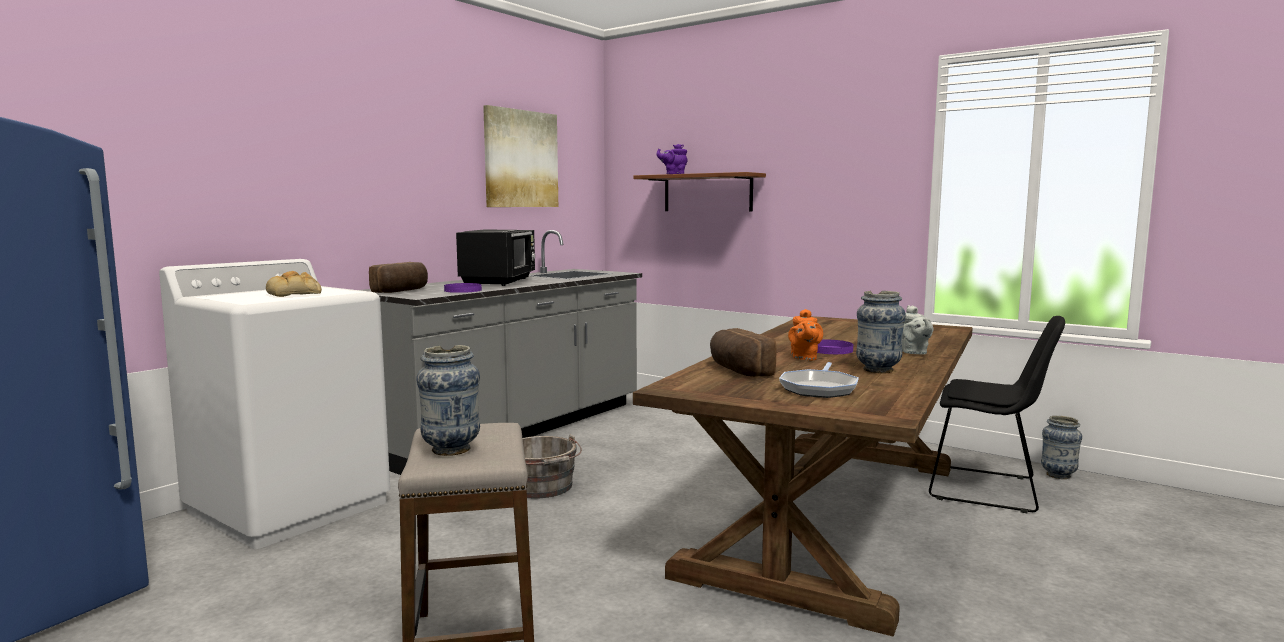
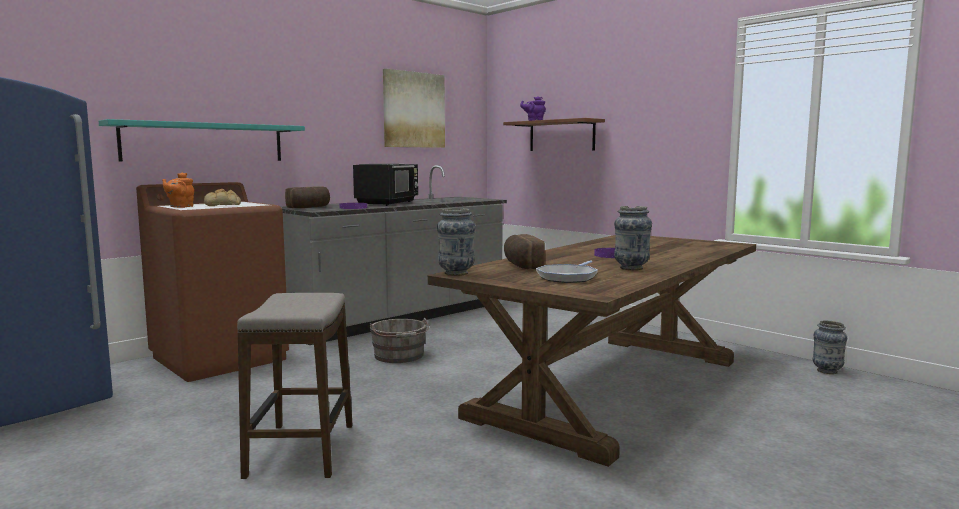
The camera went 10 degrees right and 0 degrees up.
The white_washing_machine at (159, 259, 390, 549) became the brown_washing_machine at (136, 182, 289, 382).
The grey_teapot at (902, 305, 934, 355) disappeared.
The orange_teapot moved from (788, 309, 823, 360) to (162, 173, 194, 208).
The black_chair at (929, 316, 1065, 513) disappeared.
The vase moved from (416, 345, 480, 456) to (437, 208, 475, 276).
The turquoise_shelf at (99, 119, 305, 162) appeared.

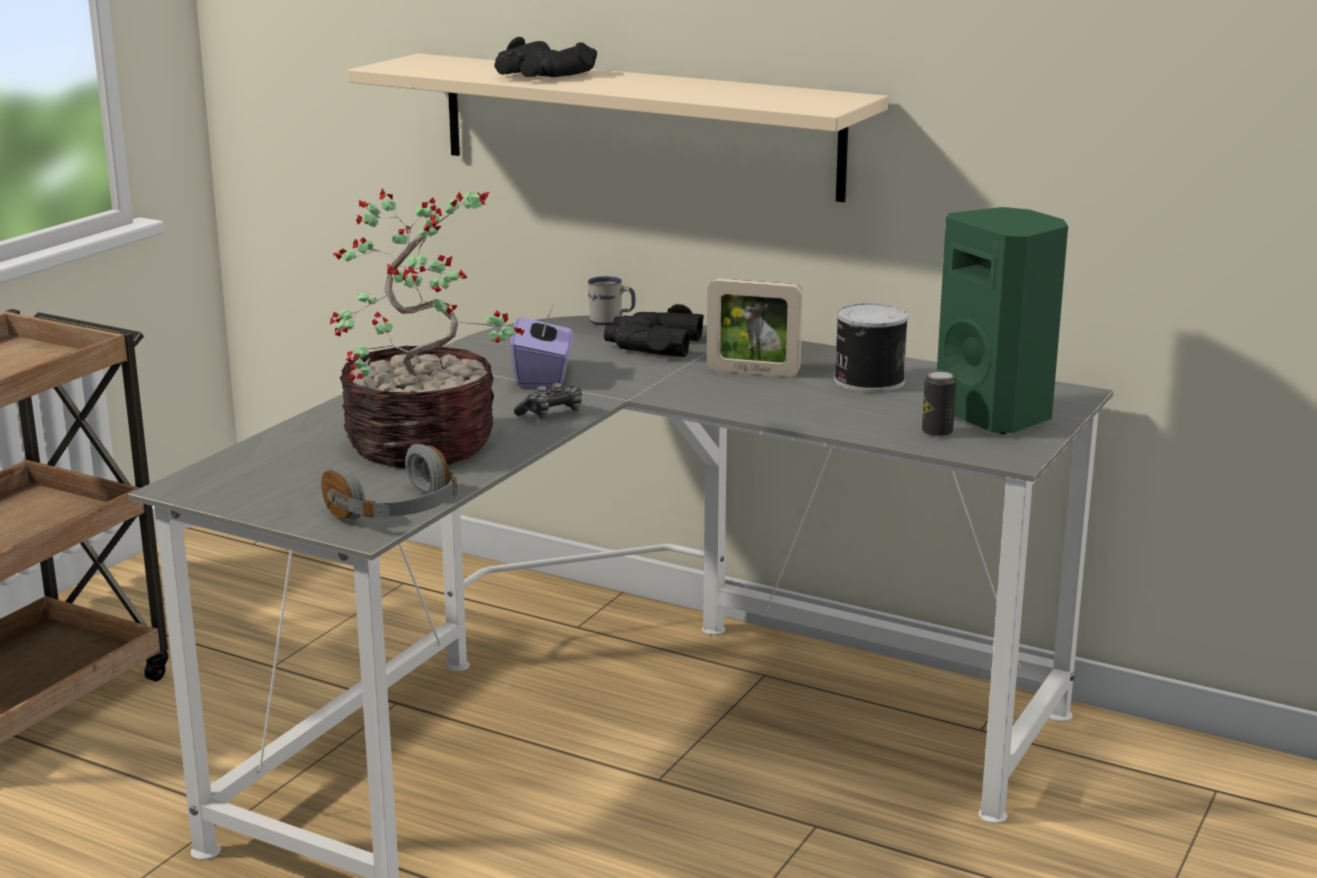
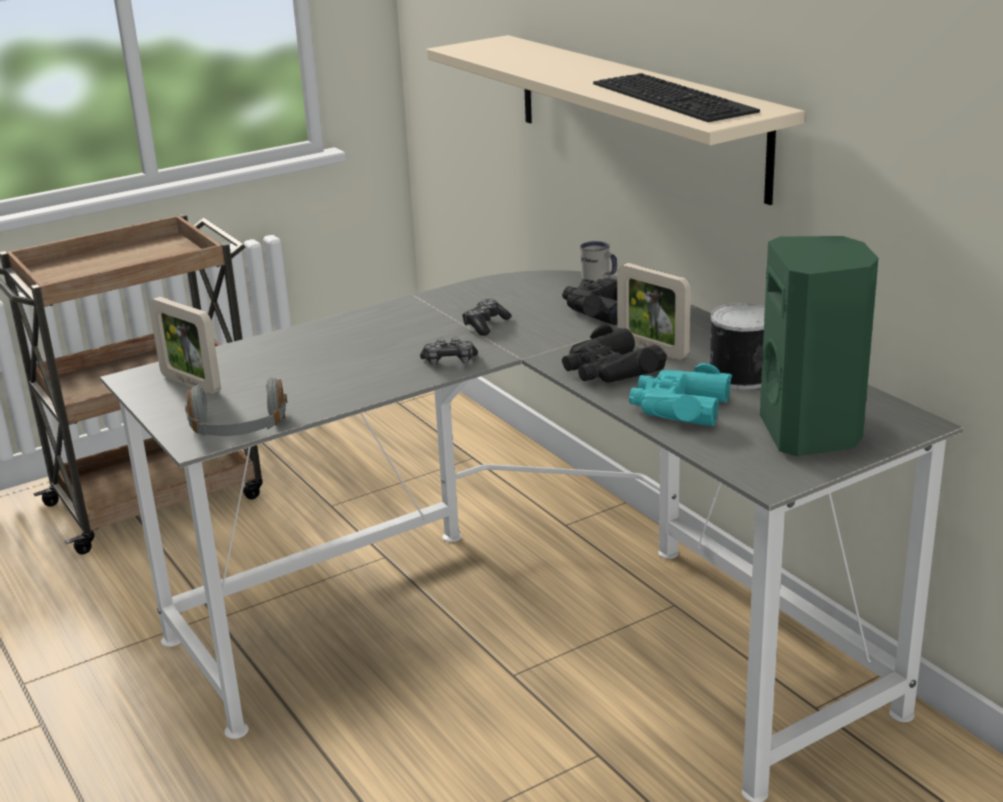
The camera went 30 degrees right and 5 degrees up.
The black_binoculars moved from (494, 37, 597, 77) to (562, 325, 667, 383).
The potted_plant at (330, 188, 525, 468) disappeared.
The purple_tissue_box at (510, 305, 573, 387) was replaced by the game_controller at (462, 299, 512, 336).
The can at (922, 371, 956, 437) disappeared.
The keyboard at (593, 73, 760, 122) appeared.
The picture_frame at (149, 297, 221, 394) appeared.
The turquoise_binoculars at (629, 363, 732, 426) appeared.

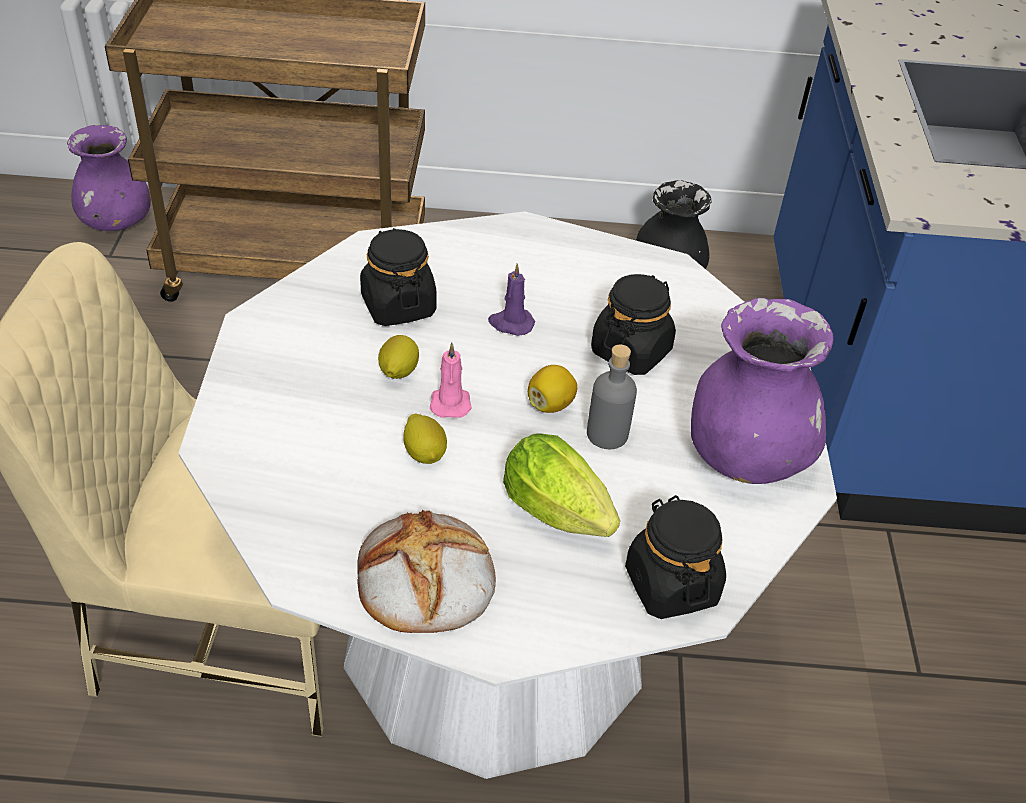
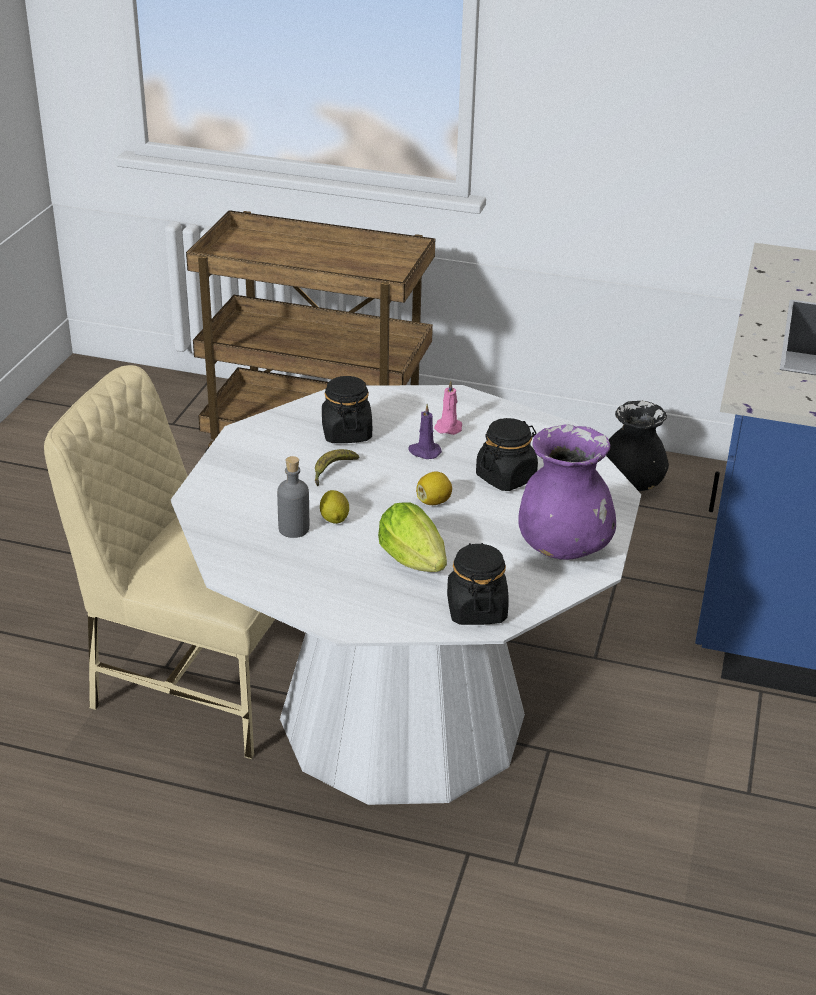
The camera went 15 degrees right and 10 degrees down.
The purple_vase at (67, 125, 151, 231) disappeared.
The lemon at (378, 335, 419, 379) was replaced by the banana at (315, 449, 359, 486).
The pink_candle moved from (429, 343, 472, 418) to (434, 380, 462, 435).
The grey_bottle moved from (587, 345, 637, 449) to (277, 456, 309, 538).
The bread at (357, 510, 496, 633) disappeared.

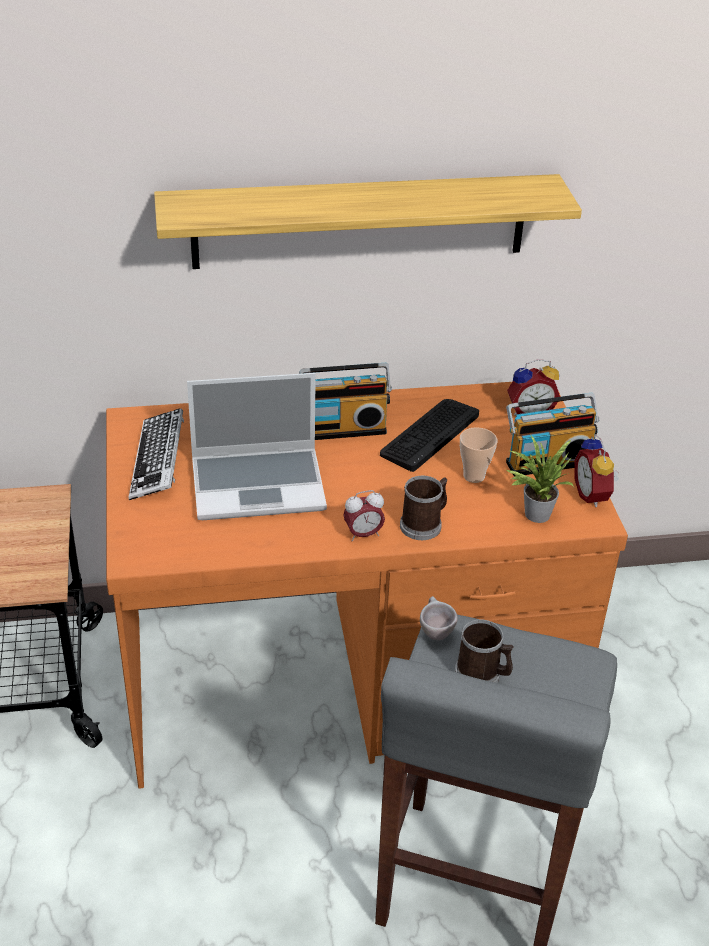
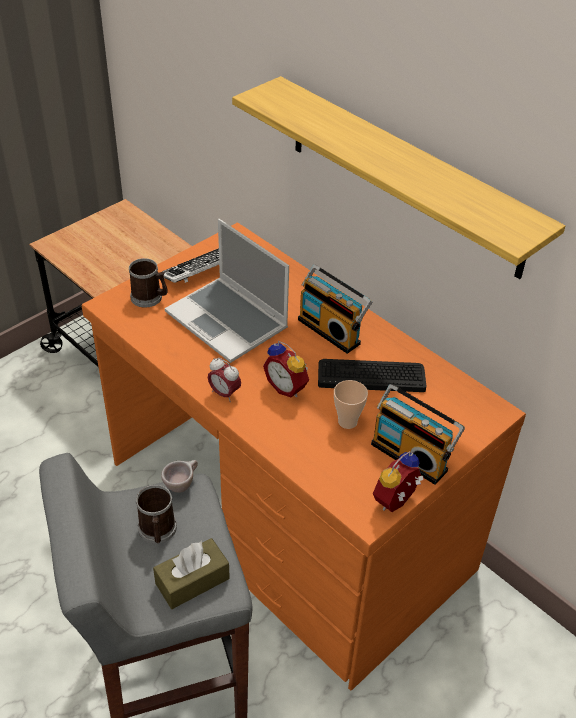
The camera went 55 degrees right and 5 degrees up.
The alarm_clock moved from (507, 359, 560, 416) to (263, 341, 309, 397).
The potted_plant at (507, 436, 574, 523) disappeared.
The mug moved from (400, 476, 447, 540) to (129, 258, 168, 308).
The brown_tissue_box at (153, 538, 230, 609) appeared.

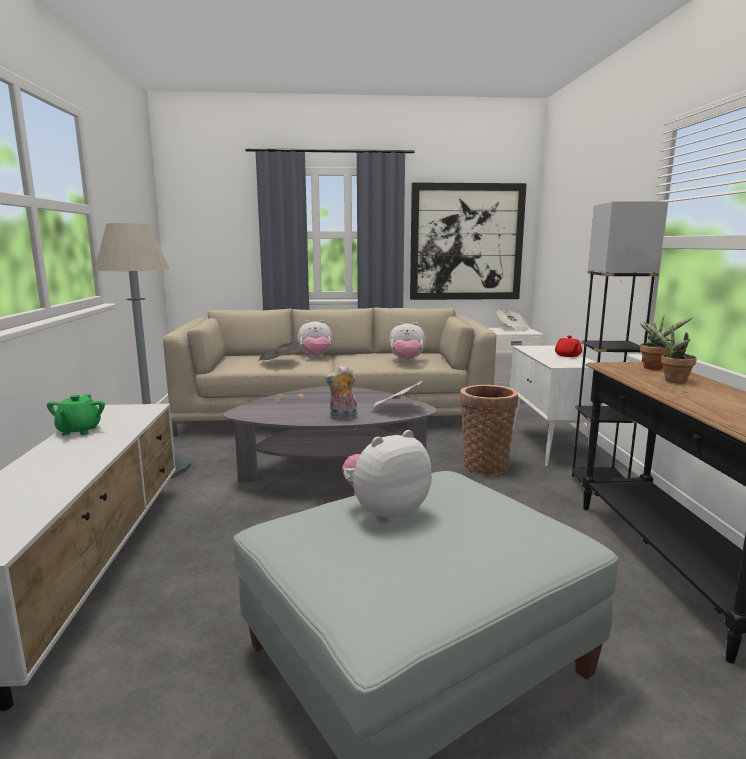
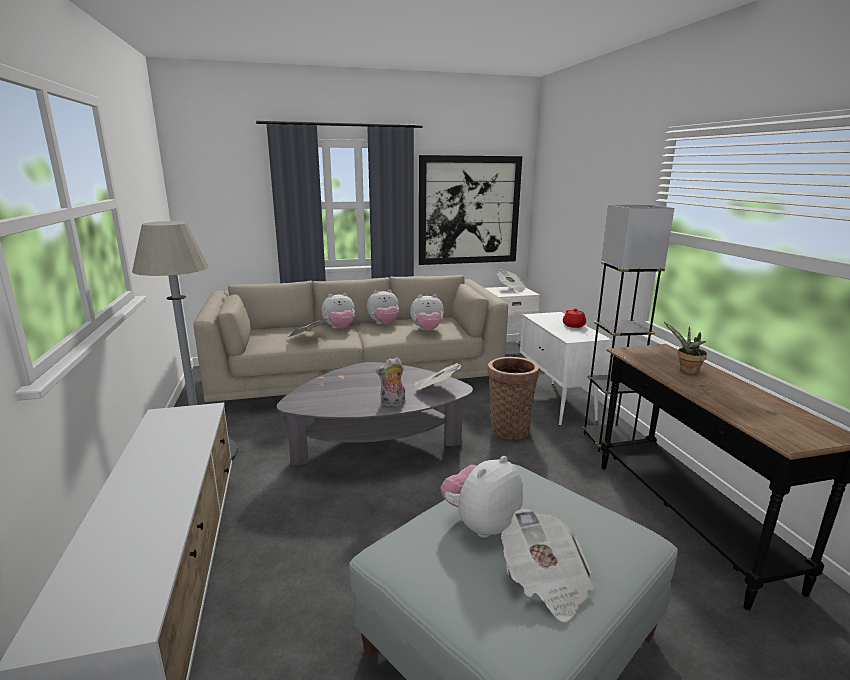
The camera went 10 degrees left and 5 degrees up.
The potted_plant at (640, 316, 693, 370) disappeared.
The green_teapot at (47, 394, 105, 435) disappeared.
The plush_toy at (367, 289, 399, 324) appeared.
The newspaper at (501, 508, 595, 622) appeared.

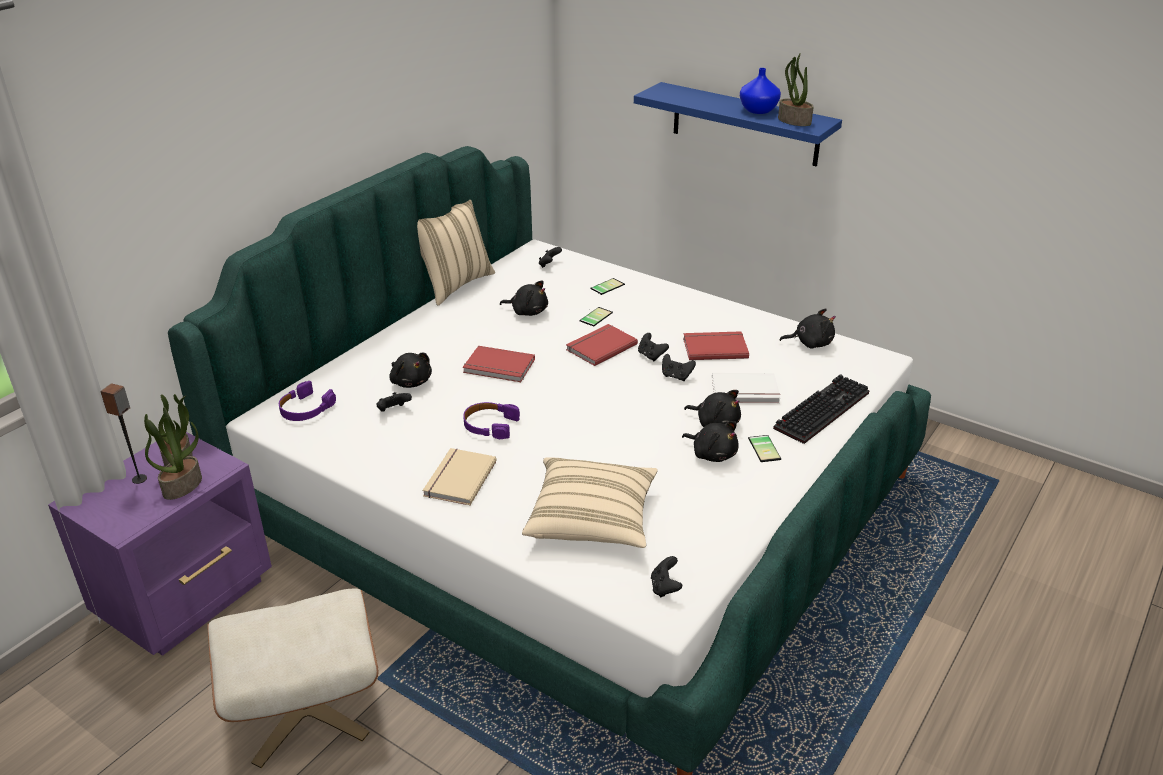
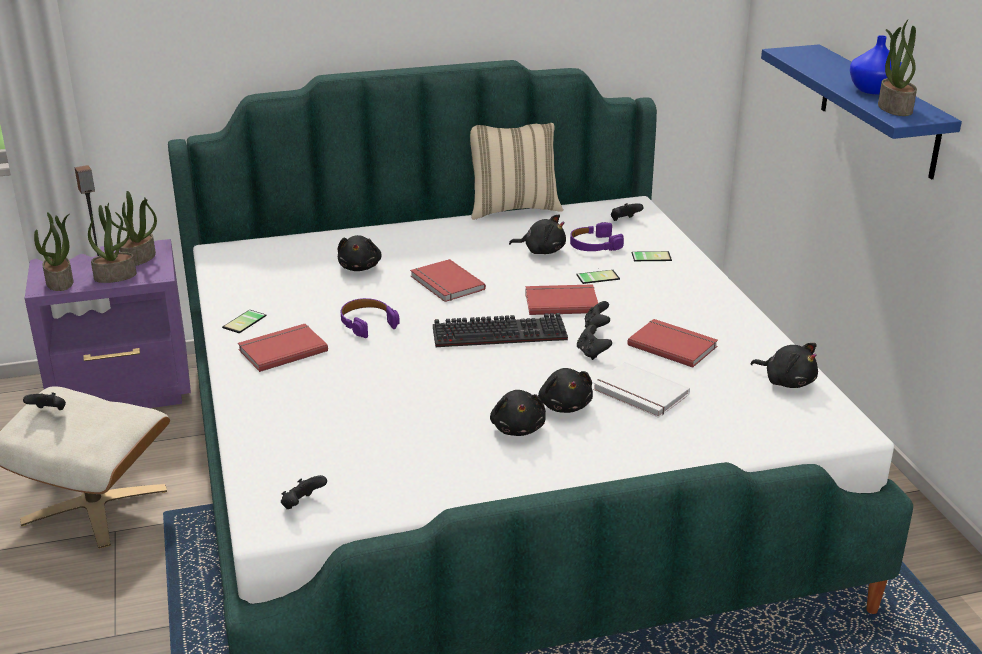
The camera went 40 degrees right and 5 degrees down.
The black_plush_toy at (500, 280, 548, 316) turned 45 degrees counterclockwise.
The keyboard moved from (773, 374, 869, 444) to (433, 313, 568, 347).
The purple_headphones moved from (279, 381, 336, 421) to (570, 222, 624, 251).
The black_game_controller moved from (376, 392, 412, 412) to (23, 393, 66, 410).
The phone moved from (748, 435, 781, 462) to (222, 310, 266, 333).
The beige_book at (422, 448, 497, 506) became the red_book at (238, 324, 328, 372).
The beige_pillow at (522, 458, 658, 548) disappeared.
The potted_plant at (34, 212, 73, 291) appeared.

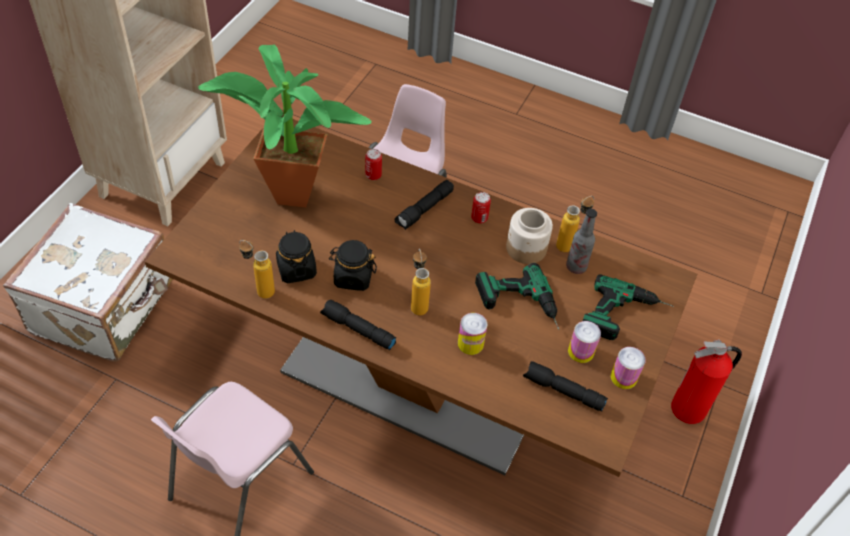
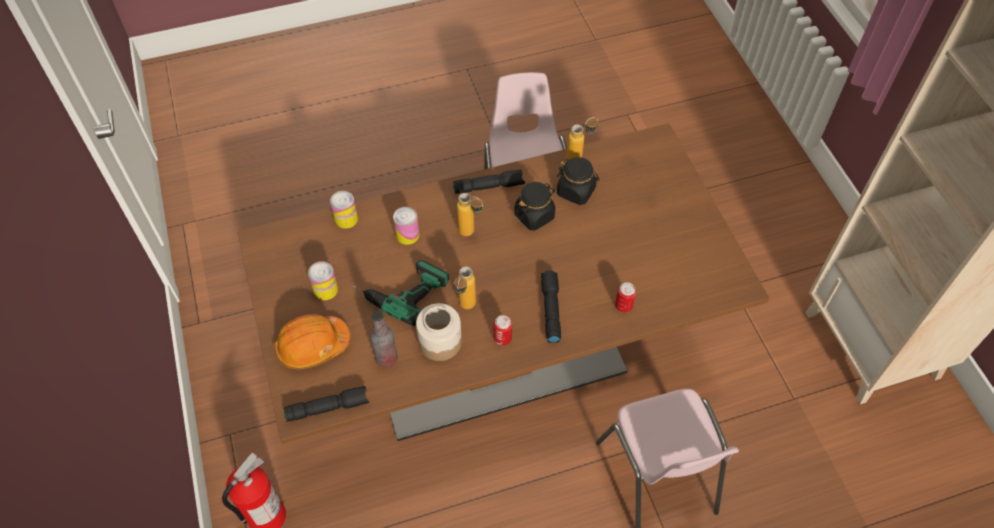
The camera went 140 degrees right and 5 degrees up.
The potted_plant at (198, 45, 372, 208) disappeared.
The bottle moved from (556, 196, 594, 252) to (454, 267, 476, 309).
The white_suitcase at (3, 203, 173, 362) disappeared.
The power_drill at (583, 274, 674, 340) was replaced by the orange_hard_hat at (274, 314, 350, 369).
The can moved from (611, 347, 646, 389) to (330, 191, 358, 229).
The black_flashlight moved from (523, 361, 608, 412) to (283, 386, 369, 422).

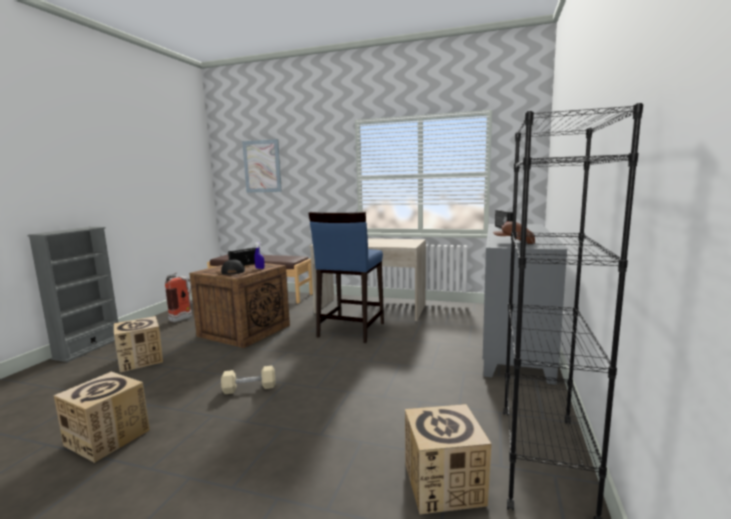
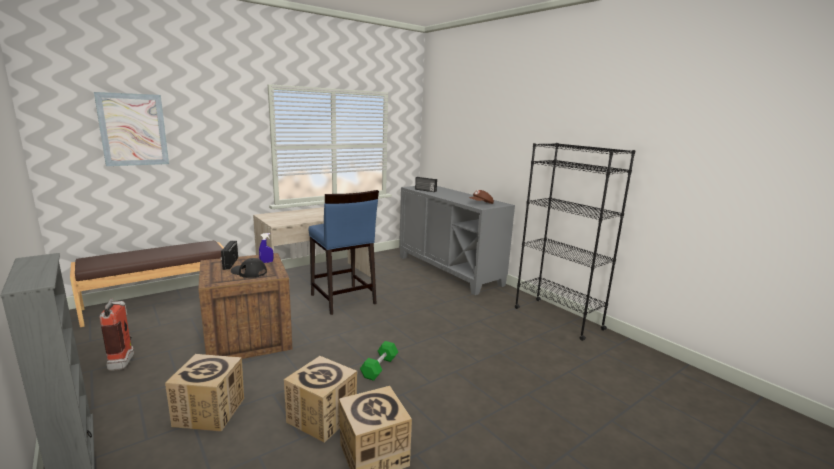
The camera went 55 degrees left and 5 degrees up.
The beige_dumbbell at (221, 366, 276, 394) became the green_dumbbell at (360, 341, 398, 381).
The cardboard_box moved from (405, 404, 492, 514) to (284, 356, 357, 443).

